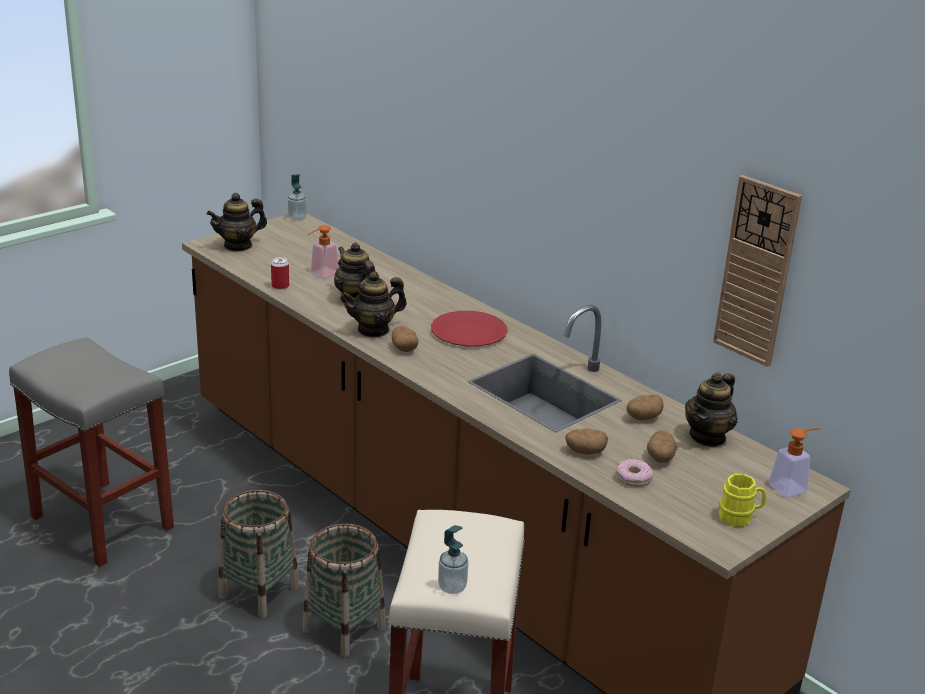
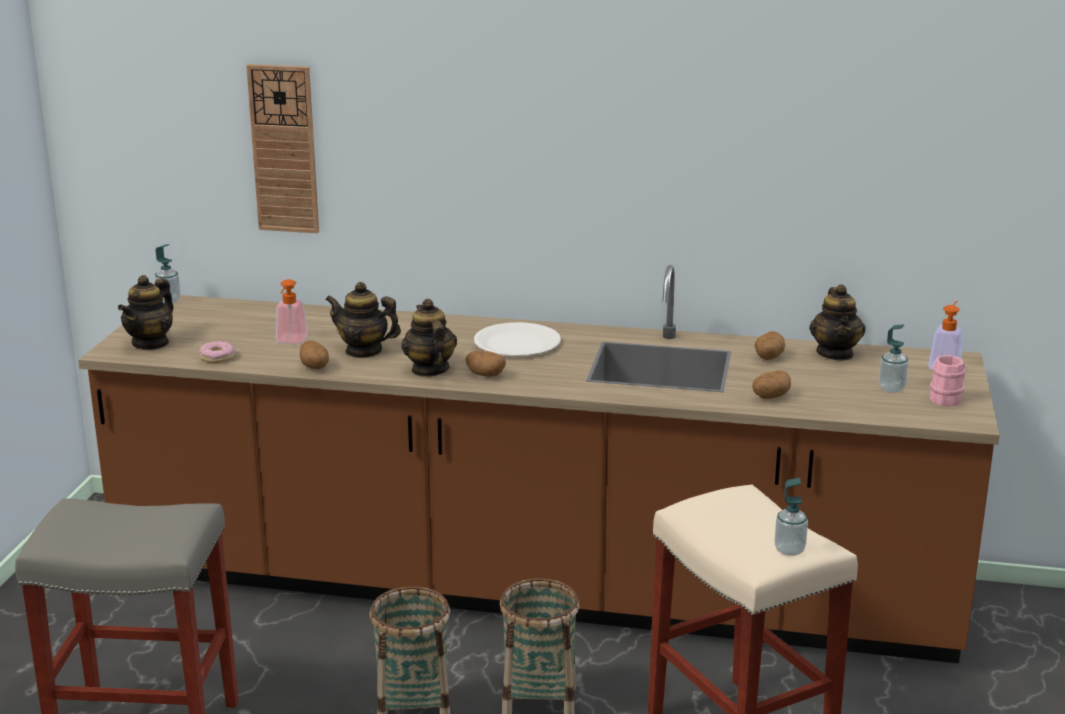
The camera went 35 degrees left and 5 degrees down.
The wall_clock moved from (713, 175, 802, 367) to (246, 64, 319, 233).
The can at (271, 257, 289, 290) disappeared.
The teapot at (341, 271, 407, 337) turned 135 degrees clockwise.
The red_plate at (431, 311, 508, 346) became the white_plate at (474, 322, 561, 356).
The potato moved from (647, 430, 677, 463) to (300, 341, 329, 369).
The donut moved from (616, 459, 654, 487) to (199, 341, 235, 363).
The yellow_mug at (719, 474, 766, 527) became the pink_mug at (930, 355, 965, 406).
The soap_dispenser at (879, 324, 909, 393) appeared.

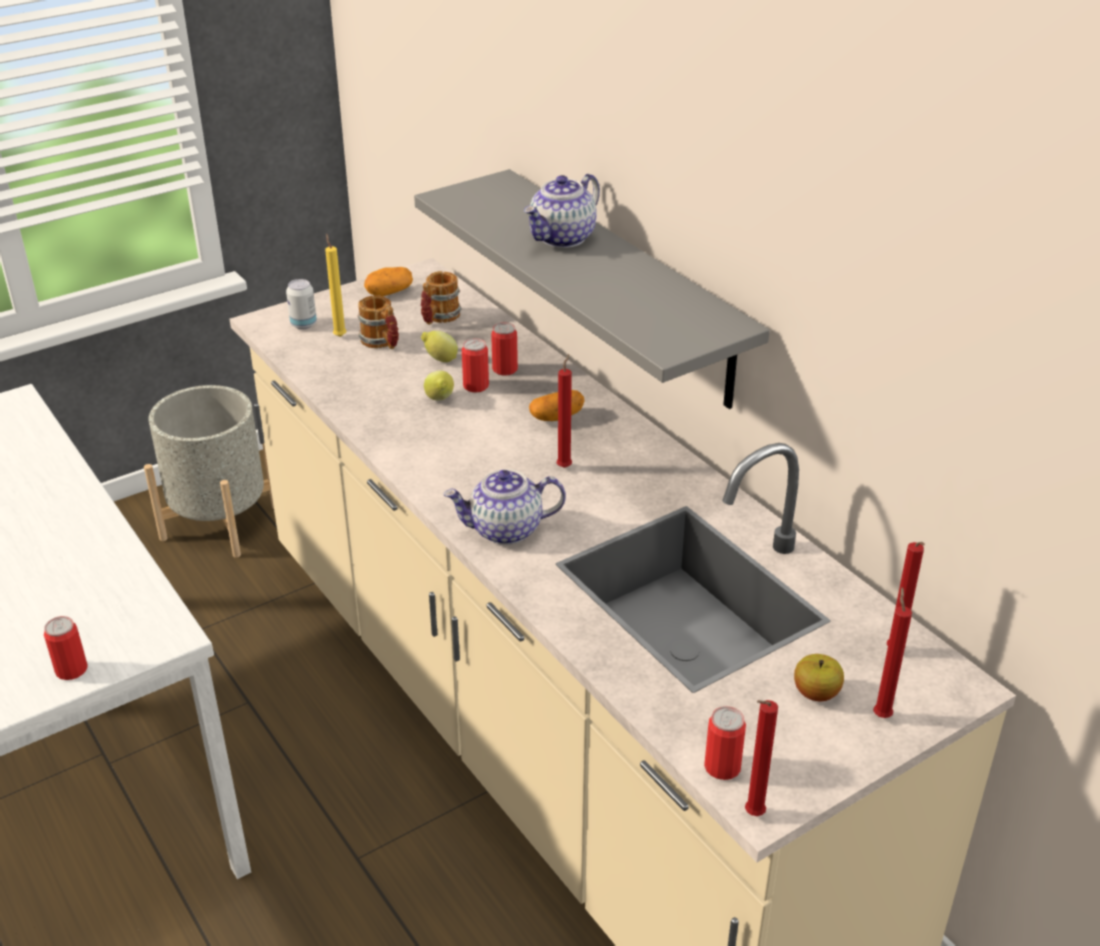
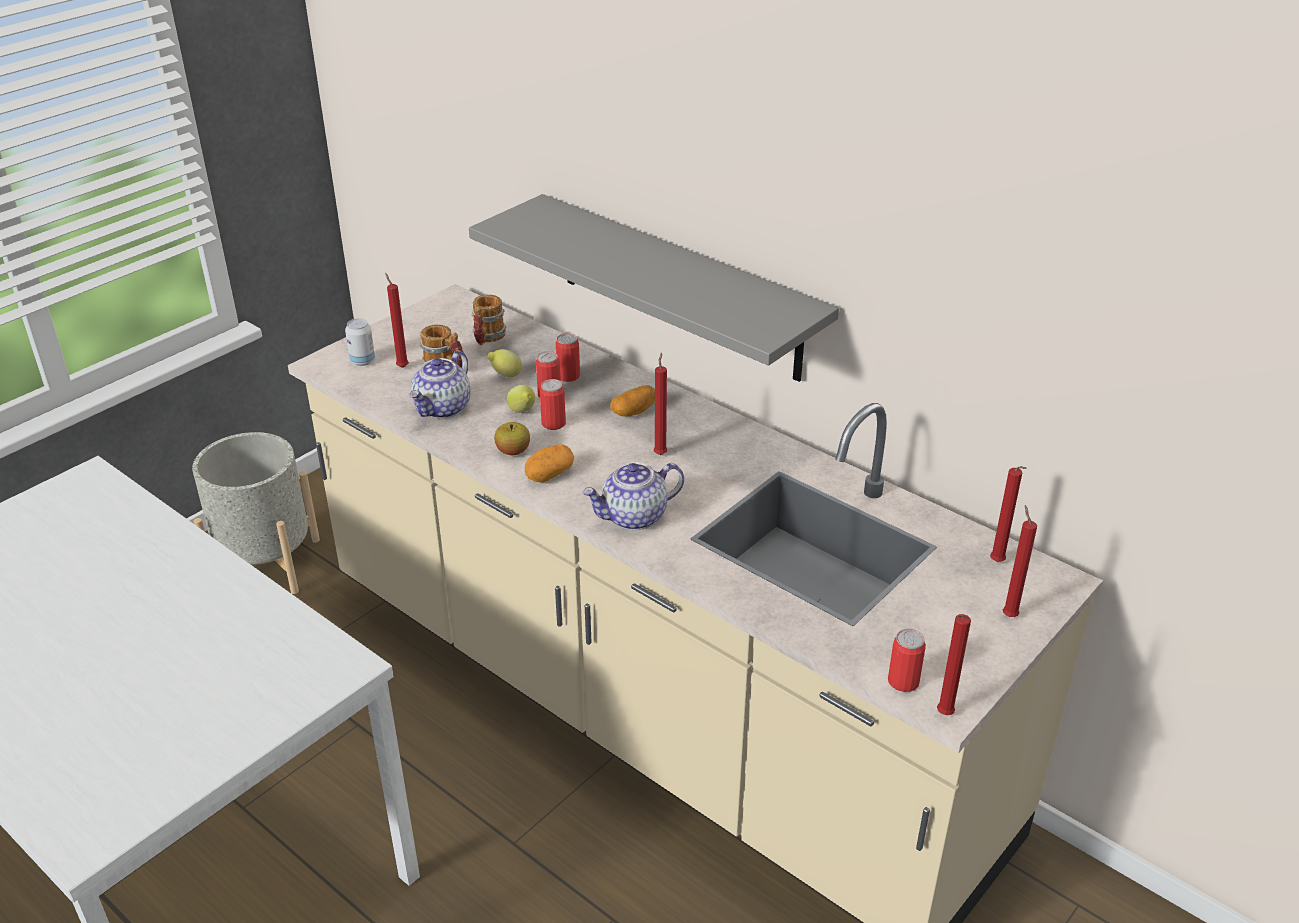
The camera went 15 degrees left and 0 degrees up.
The teapot moved from (524, 174, 600, 248) to (410, 350, 471, 419).
The yellow_candle at (325, 234, 346, 337) became the red_candle at (385, 273, 409, 368).
The potato moved from (364, 267, 413, 296) to (525, 444, 574, 483).
The can moved from (44, 616, 88, 680) to (540, 379, 566, 430).
The apple moved from (794, 654, 844, 701) to (494, 422, 530, 455).

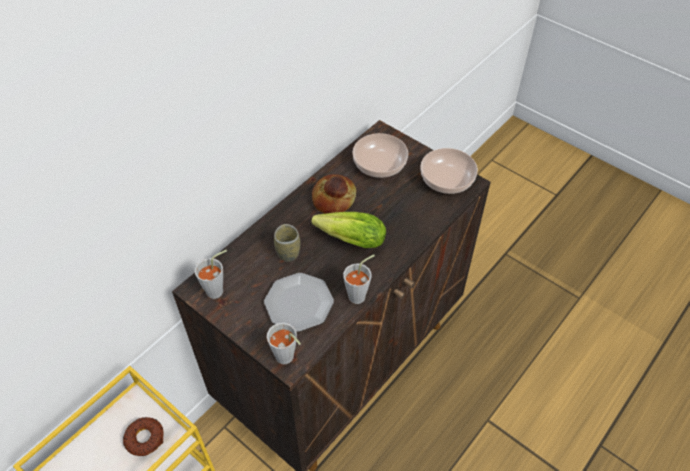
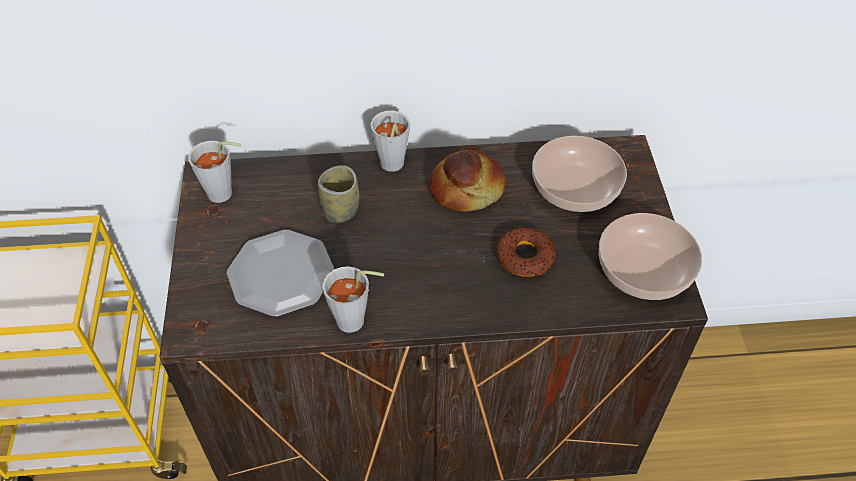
The camera went 45 degrees right and 0 degrees up.
The lettuce at (311, 212, 386, 248) disappeared.
The grey_cup moved from (267, 323, 301, 364) to (370, 111, 410, 172).
The donut moved from (123, 417, 164, 456) to (496, 227, 556, 277).

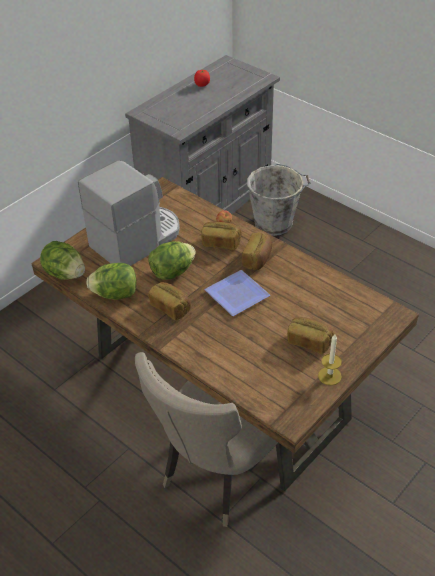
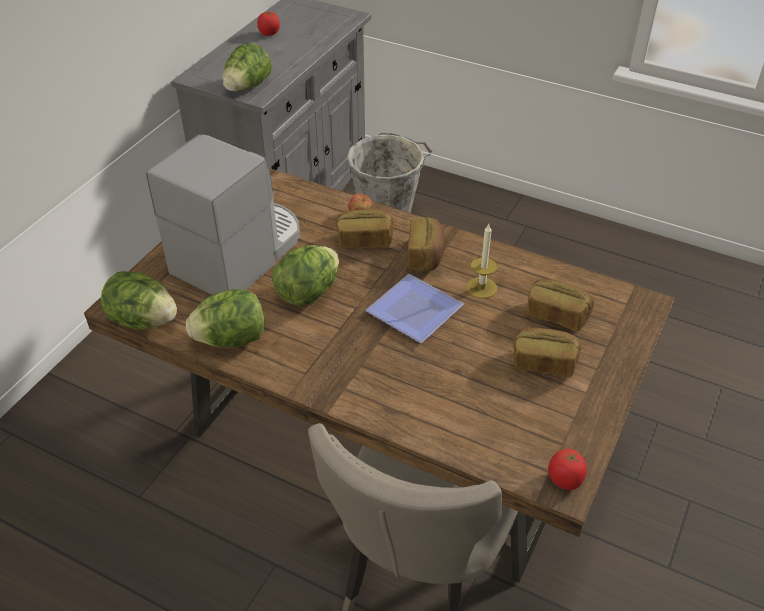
The camera went 15 degrees left and 0 degrees up.
The bread moved from (148, 282, 191, 320) to (527, 279, 594, 331).
The candle moved from (318, 334, 342, 385) to (466, 224, 498, 298).
The lettuce at (222, 43, 272, 92) appeared.
The tomato at (548, 449, 587, 490) appeared.

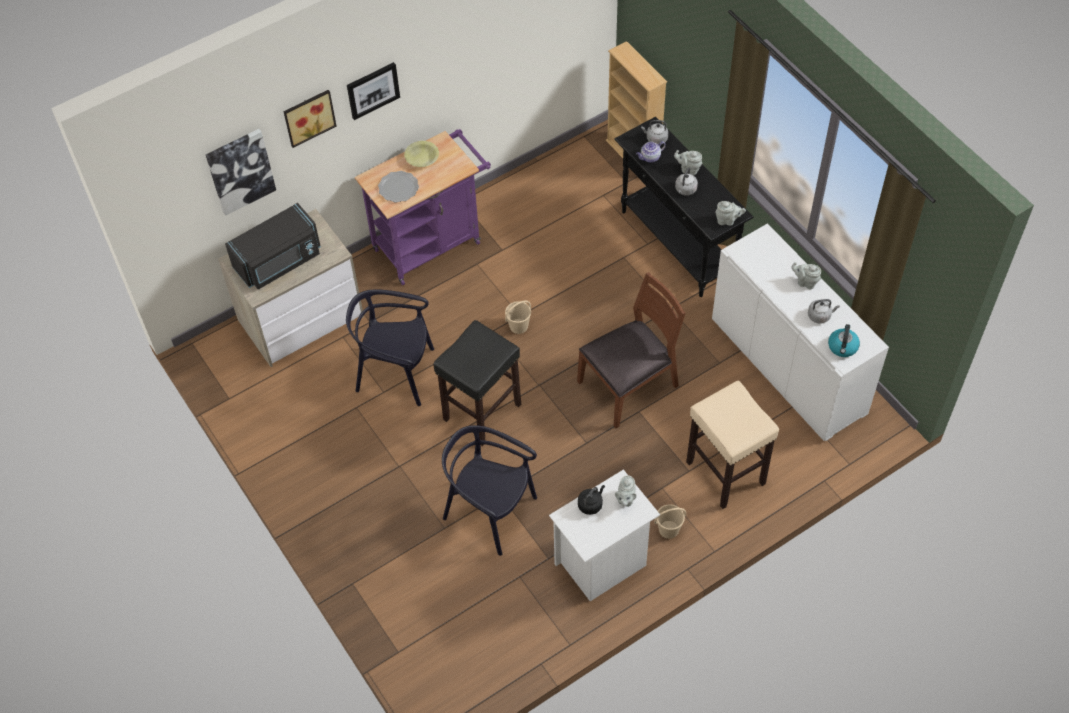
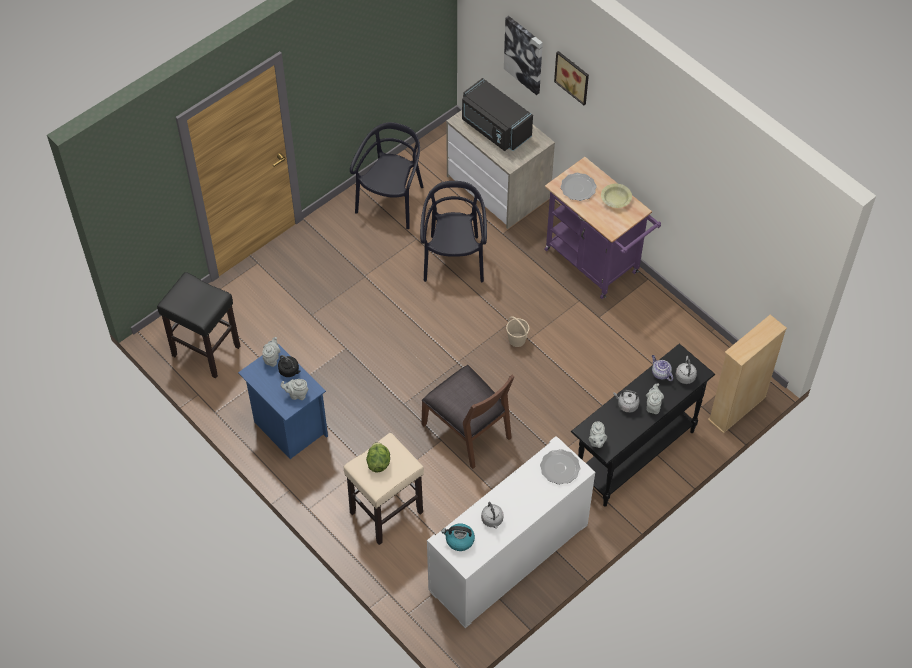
The camera went 80 degrees right and 0 degrees up.
The picture at (347, 62, 400, 120) disappeared.
The grey_teapot moved from (792, 262, 821, 289) to (262, 337, 281, 367).
The black_stool moved from (433, 320, 521, 446) to (157, 272, 240, 379).
The black_chair moved from (442, 425, 537, 556) to (350, 122, 424, 229).
The white_nightstand at (549, 469, 660, 601) became the blue_nightstand at (238, 344, 328, 459).
The beige_bucket at (654, 504, 686, 539) disappeared.
The lettuce at (366, 442, 390, 472) appeared.
The plate at (540, 449, 580, 485) appeared.

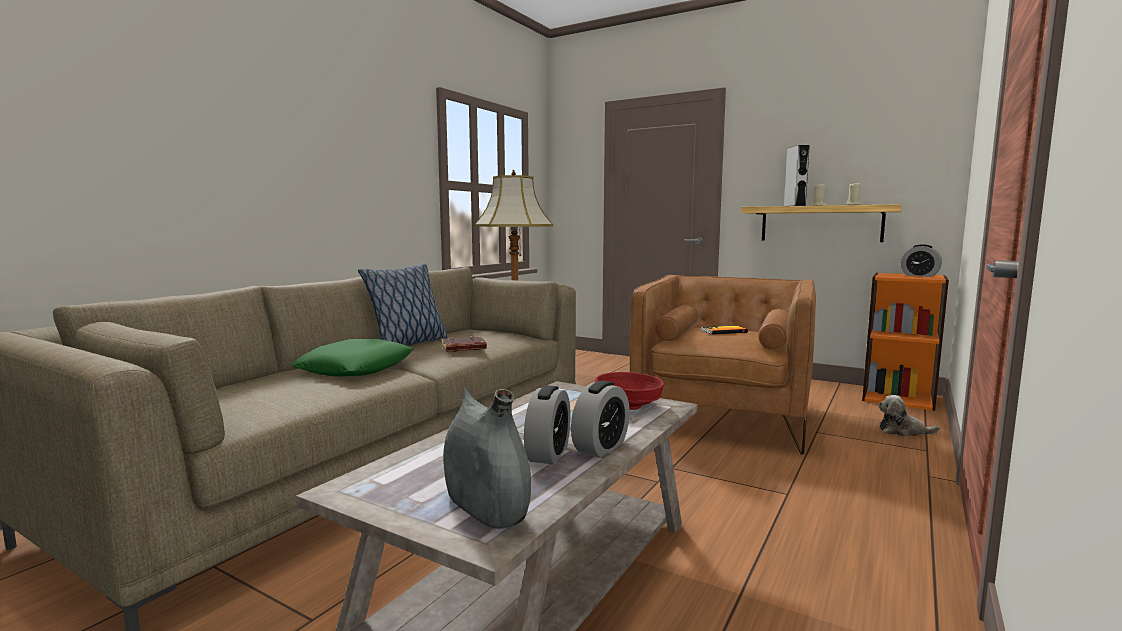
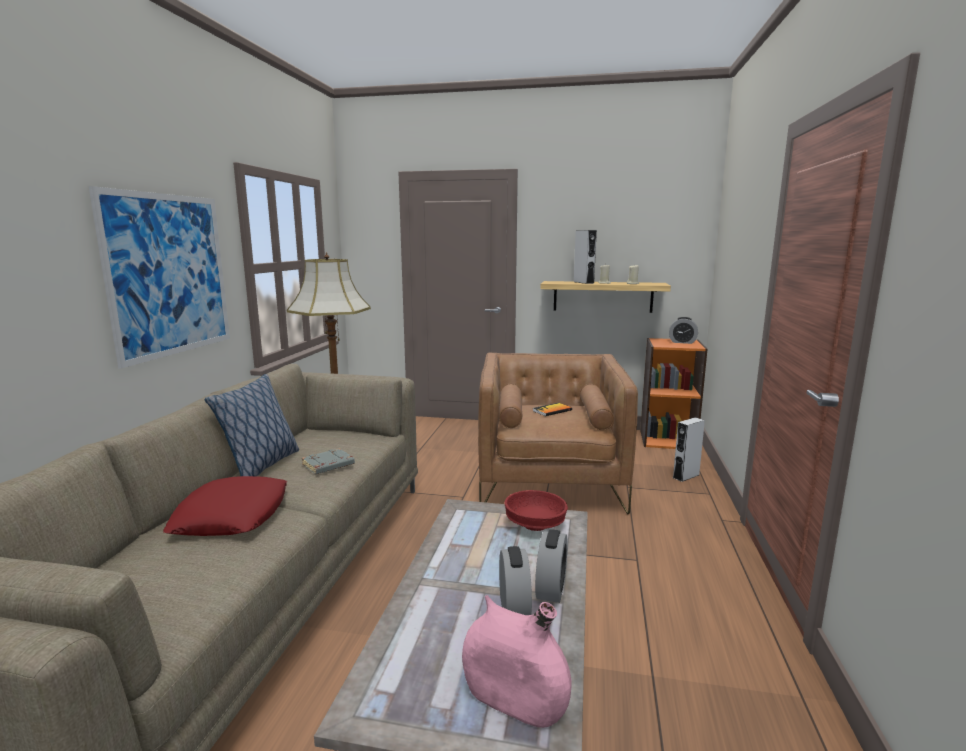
The camera went 20 degrees left and 5 degrees up.
The brown_book at (441, 336, 487, 352) became the grey_book at (302, 448, 355, 474).
The green_pillow at (291, 339, 413, 376) became the red_pillow at (163, 476, 287, 536).
The grey_vase at (443, 387, 531, 529) became the pink_vase at (462, 595, 572, 728).
The plush_toy at (878, 395, 940, 437) was replaced by the grey_speaker at (673, 417, 705, 482).
The picture at (89, 186, 230, 369) appeared.

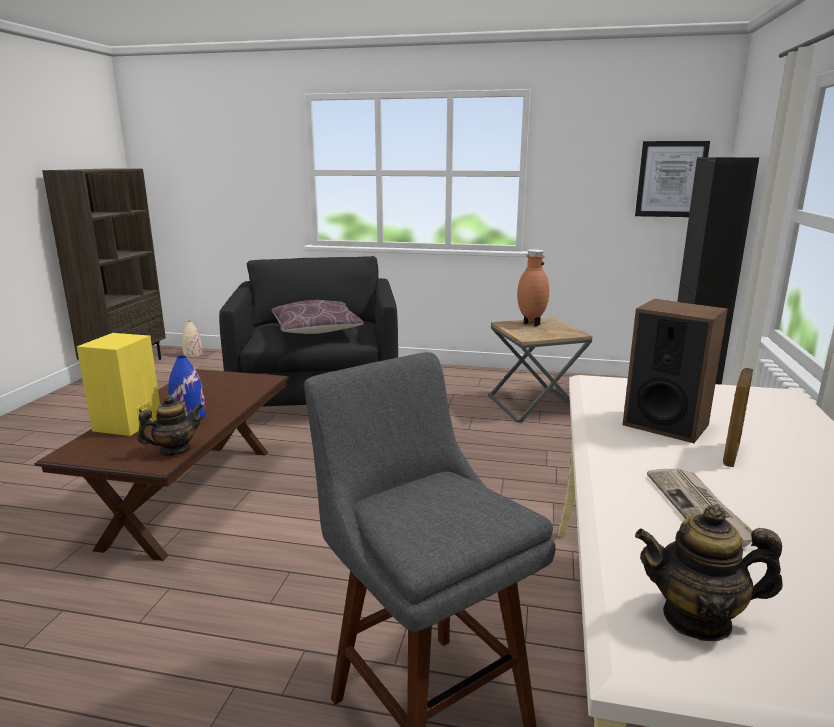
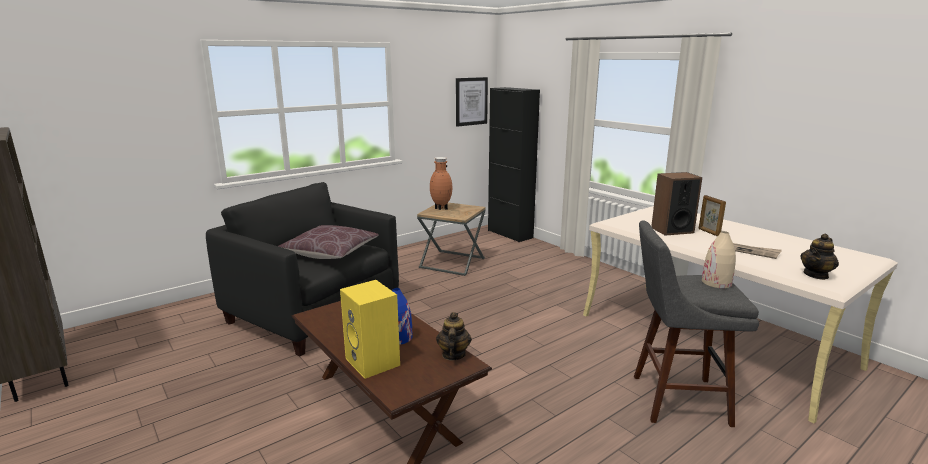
The camera went 50 degrees left and 0 degrees up.
The beige_vase moved from (182, 321, 203, 357) to (702, 231, 736, 288).

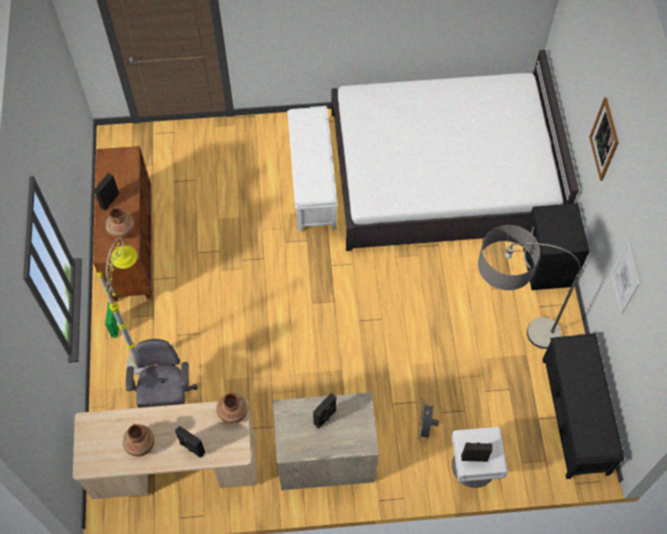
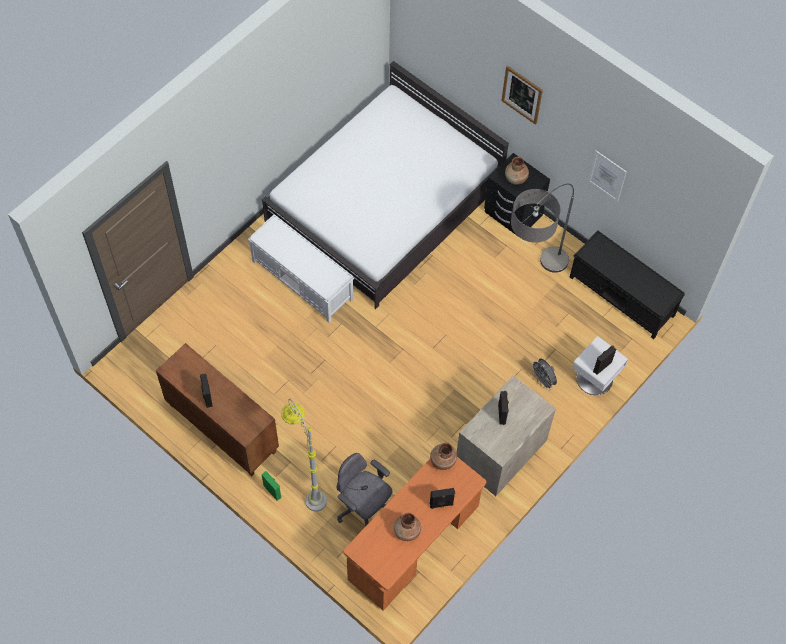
The camera went 45 degrees left and 0 degrees up.
The brown_vase moved from (106, 207, 135, 239) to (505, 157, 529, 185).
The beige_desk at (73, 399, 257, 499) became the orange_desk at (343, 457, 486, 611).

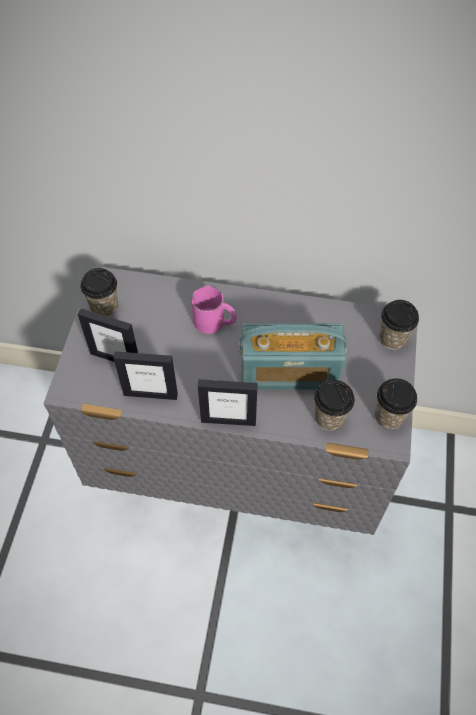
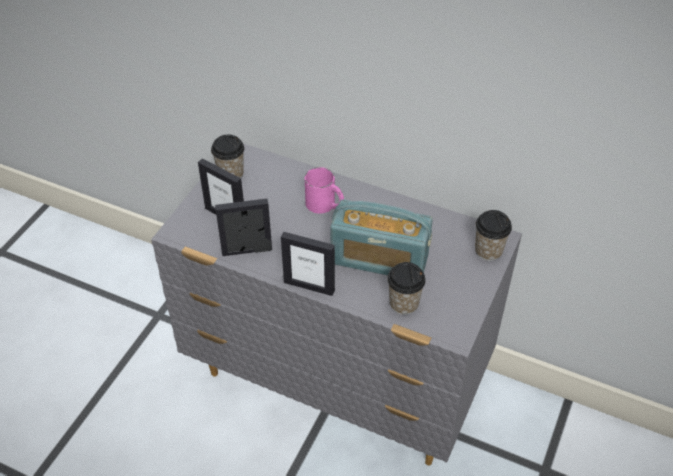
The camera went 15 degrees right and 10 degrees down.
The picture_frame at (114, 351, 178, 400) turned 150 degrees clockwise.
The cup at (375, 378, 417, 429) disappeared.

